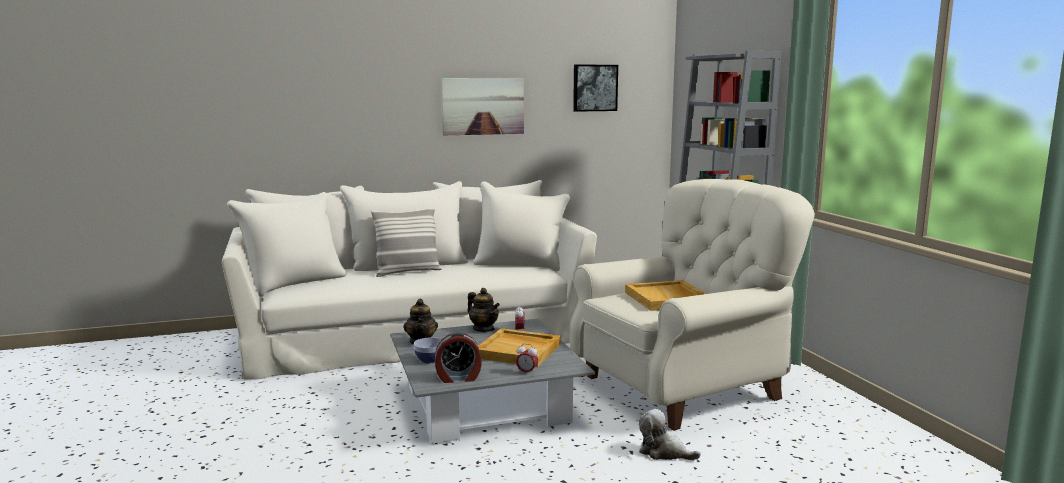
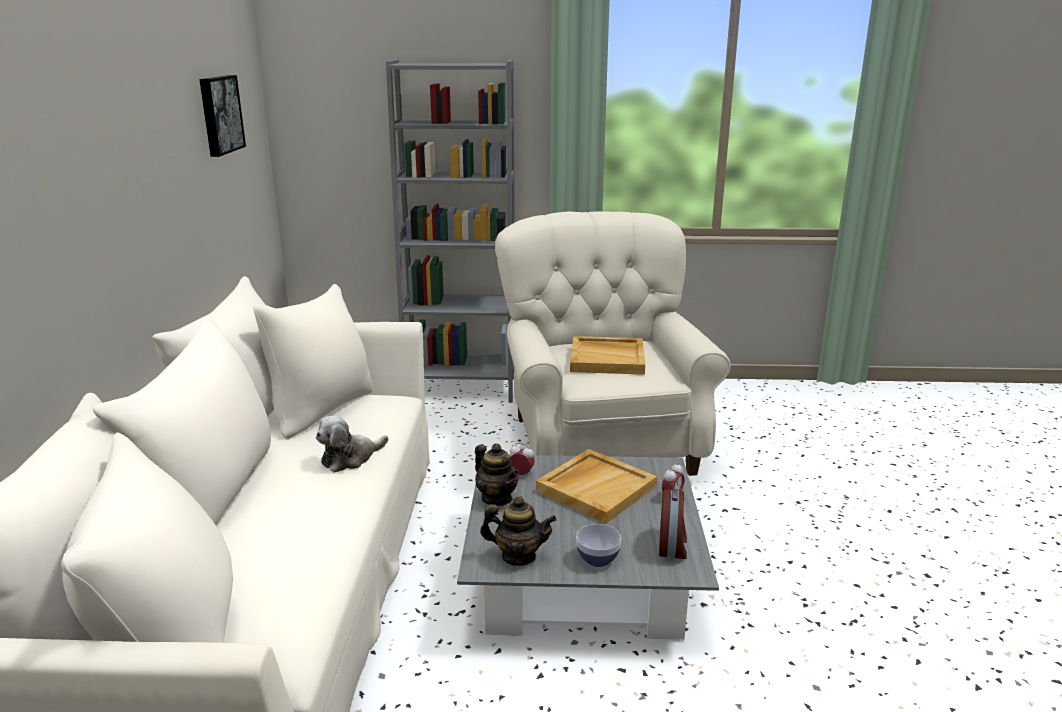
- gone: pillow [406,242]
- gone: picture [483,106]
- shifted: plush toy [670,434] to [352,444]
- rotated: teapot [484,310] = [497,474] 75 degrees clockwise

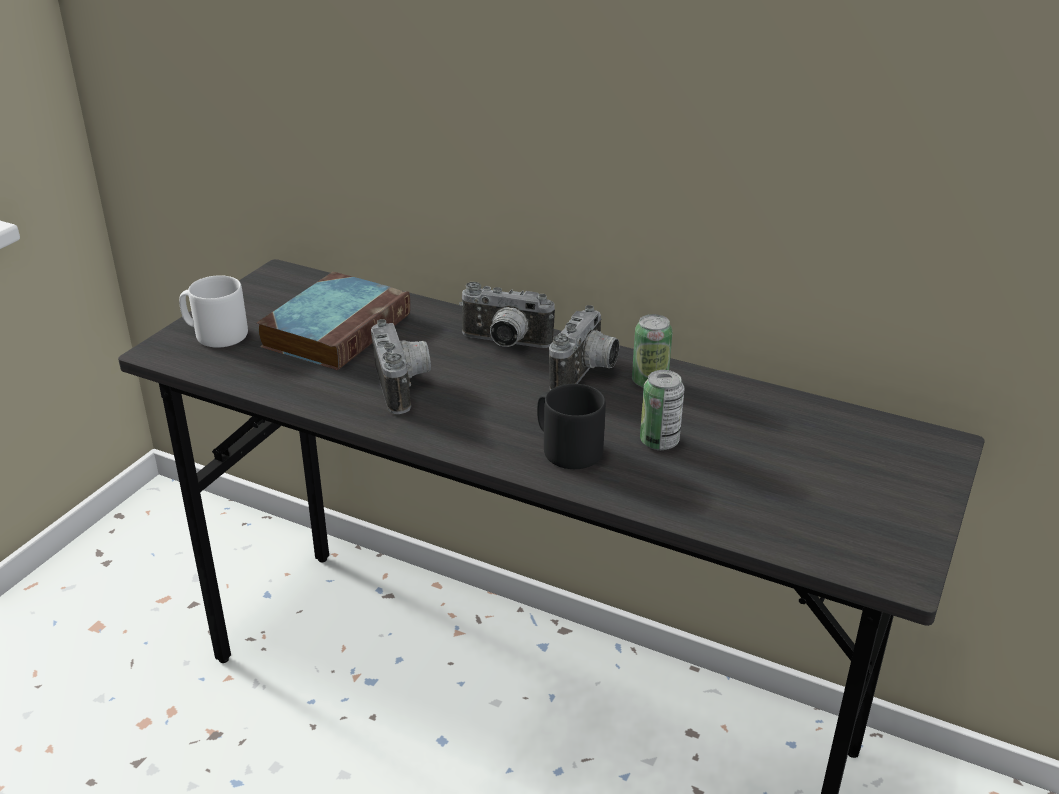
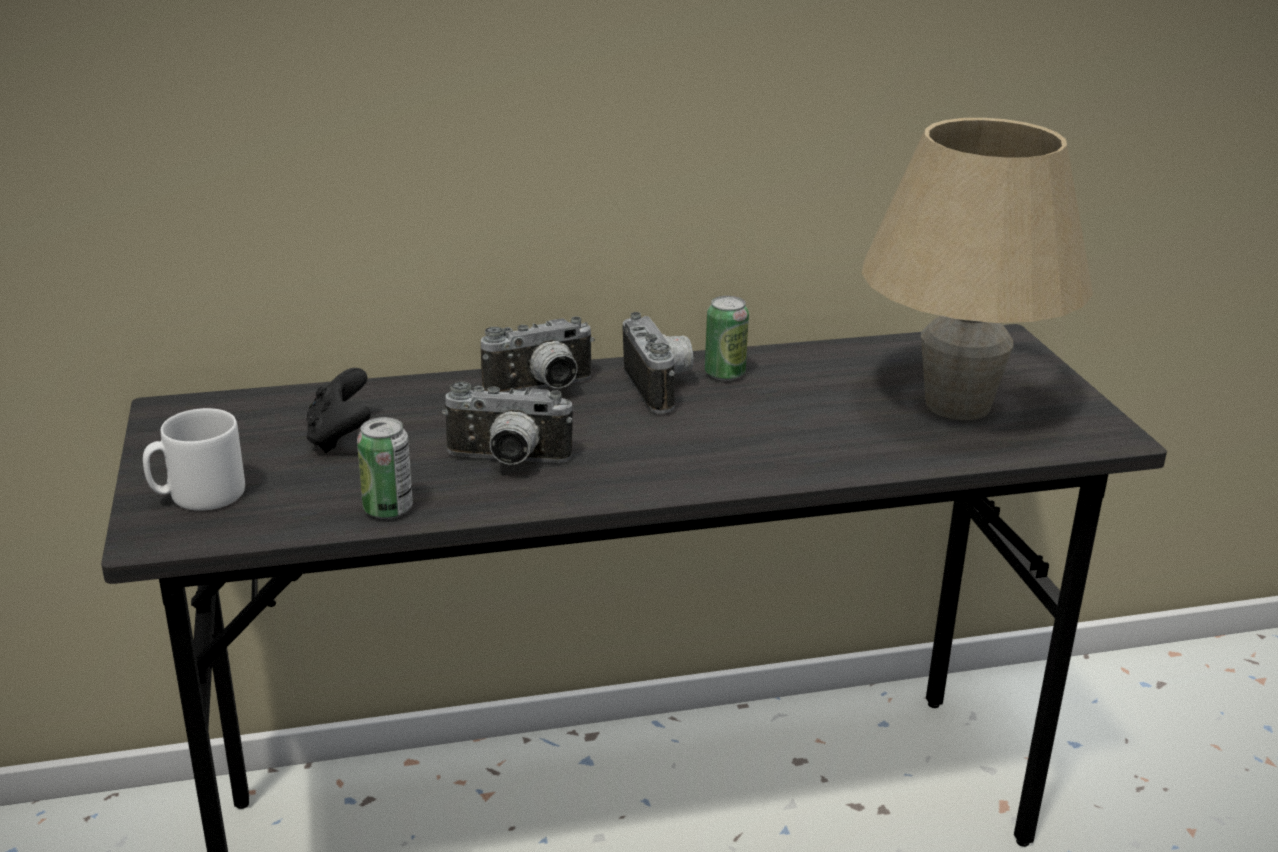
- gone: black mug [571,426]
- new: beige table lamp [977,269]
- shifted: can [662,410] to [385,468]
- swapped: book [333,321] to black game controller [338,410]
- rotated: photo camera [401,366] = [507,423] 150 degrees clockwise

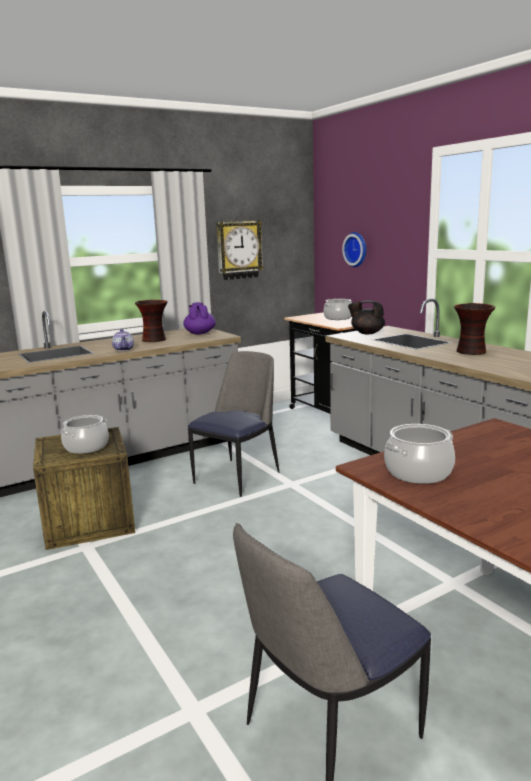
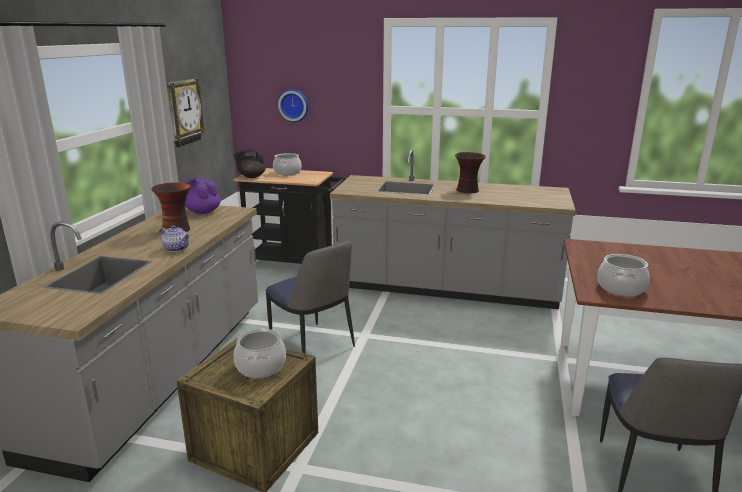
- shifted: black teapot [366,317] to [249,163]
- rotated: chair [233,424] = [310,297] 150 degrees clockwise

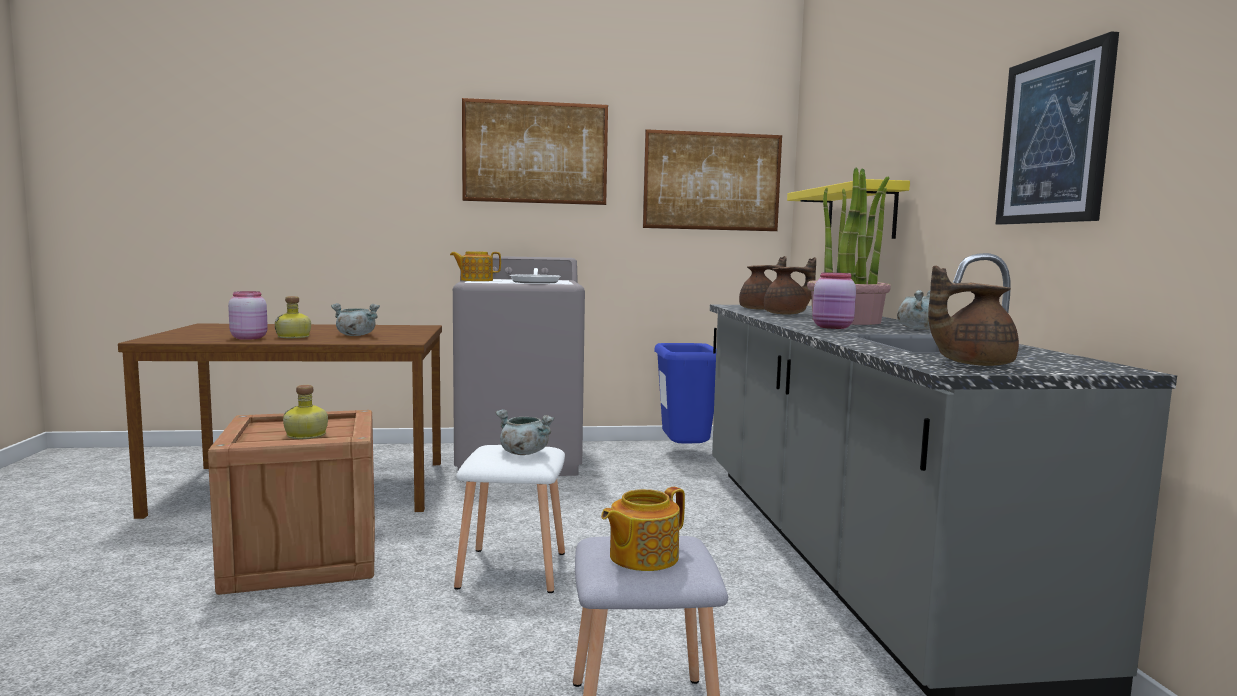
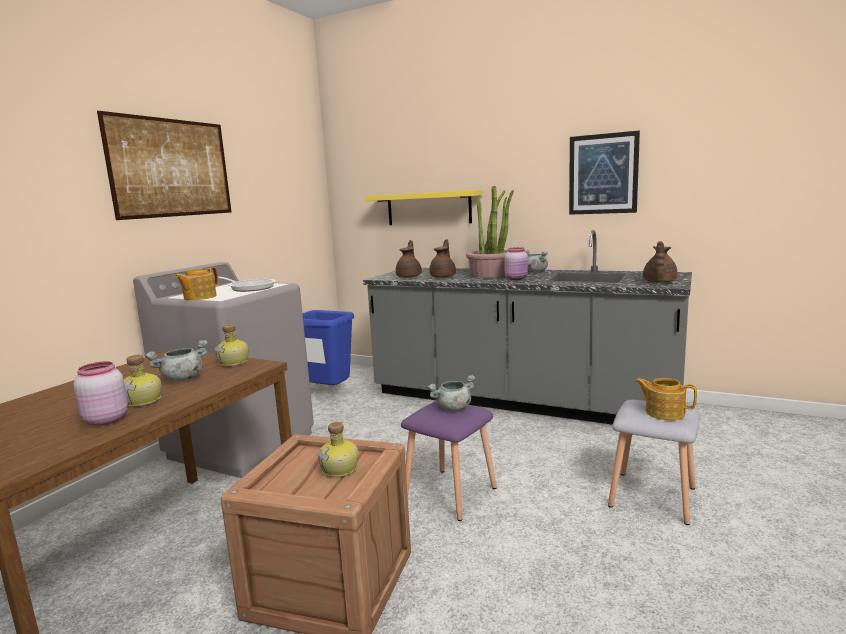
- gone: picture [712,180]
- new: bottle [231,345]
- repainted: white stool [509,519] to purple stool [449,461]
- rotated: teapot [643,529] = [666,399] 135 degrees clockwise

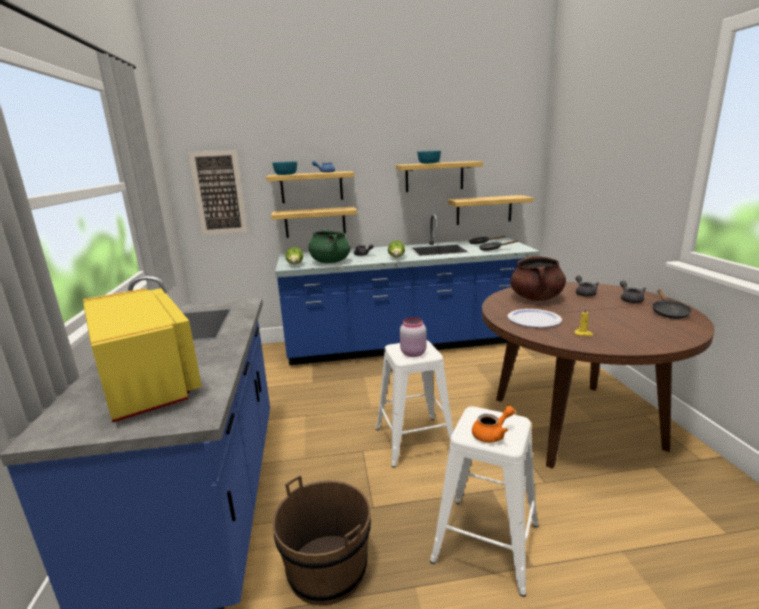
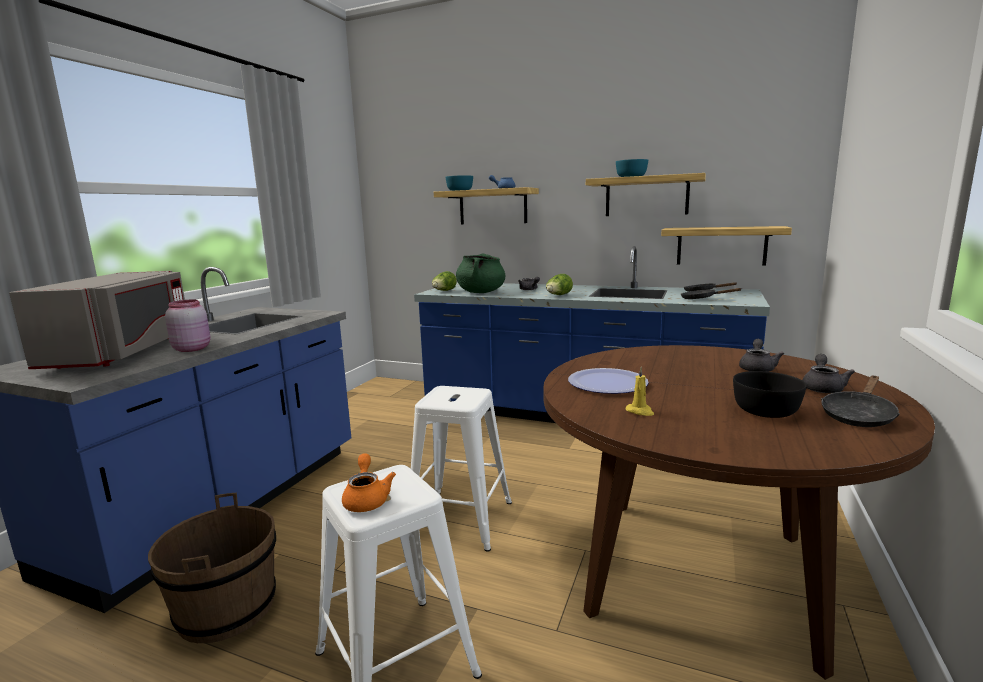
- gone: picture [217,192]
- gone: shelf [314,222]
- gone: brown cooking pot [538,278]
- new: black bowl [769,394]
- shifted: pink jar [413,337] to [187,326]
- repainted: yellow microwave [142,355] to grey microwave [97,320]
- rotated: orange teapot [493,424] = [369,482] 105 degrees counterclockwise

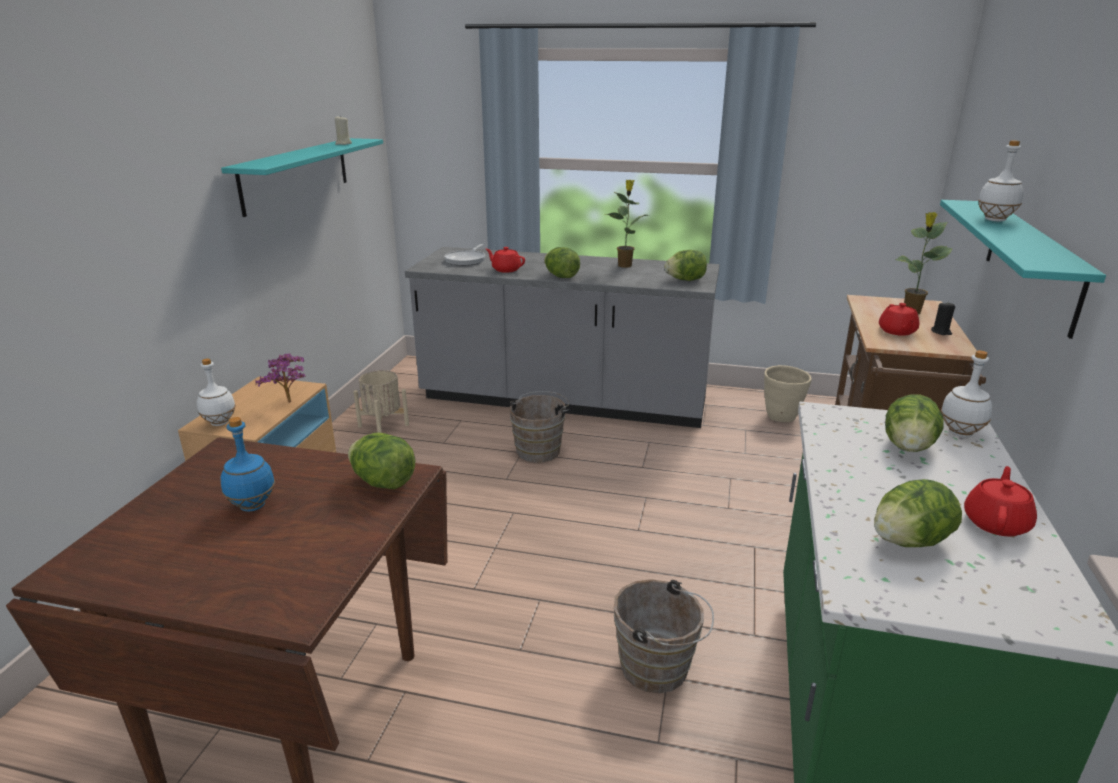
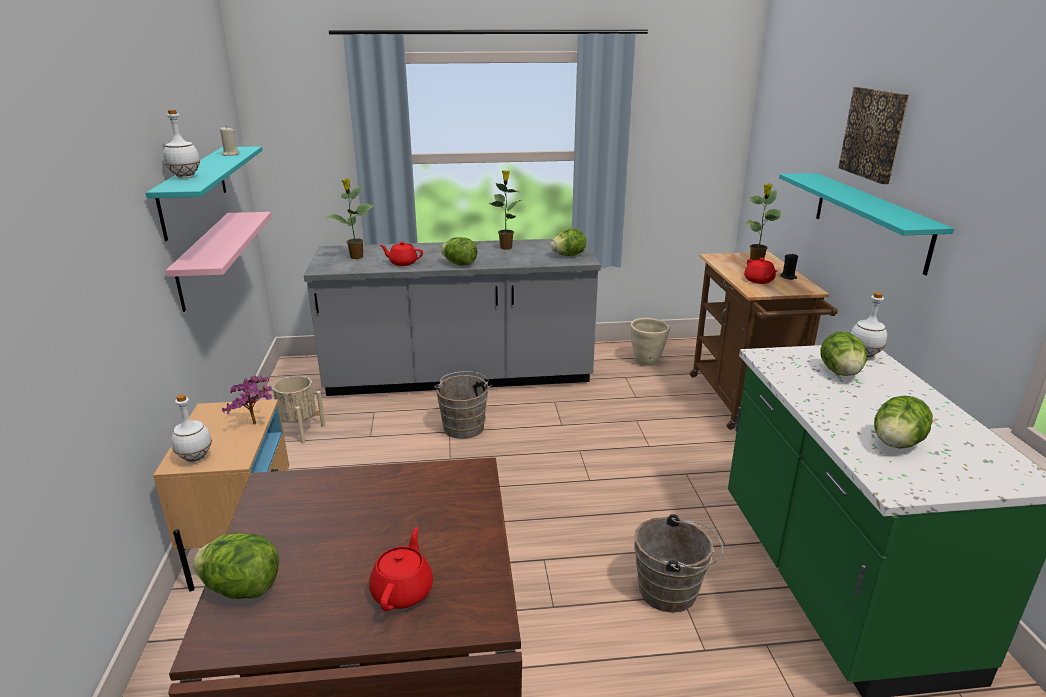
- gone: blue bottle [248,464]
- new: pink shelf [218,262]
- new: picture [873,135]
- shifted: lettuce [381,460] to [235,566]
- shifted: red teapot [1000,501] to [401,569]
- shifted: white bottle [1001,180] to [181,144]
- swapped: frying pan [464,255] to potted plant [350,219]

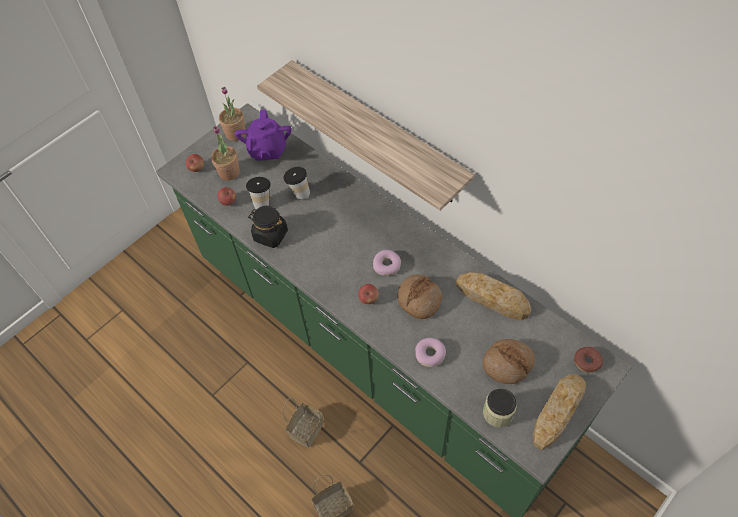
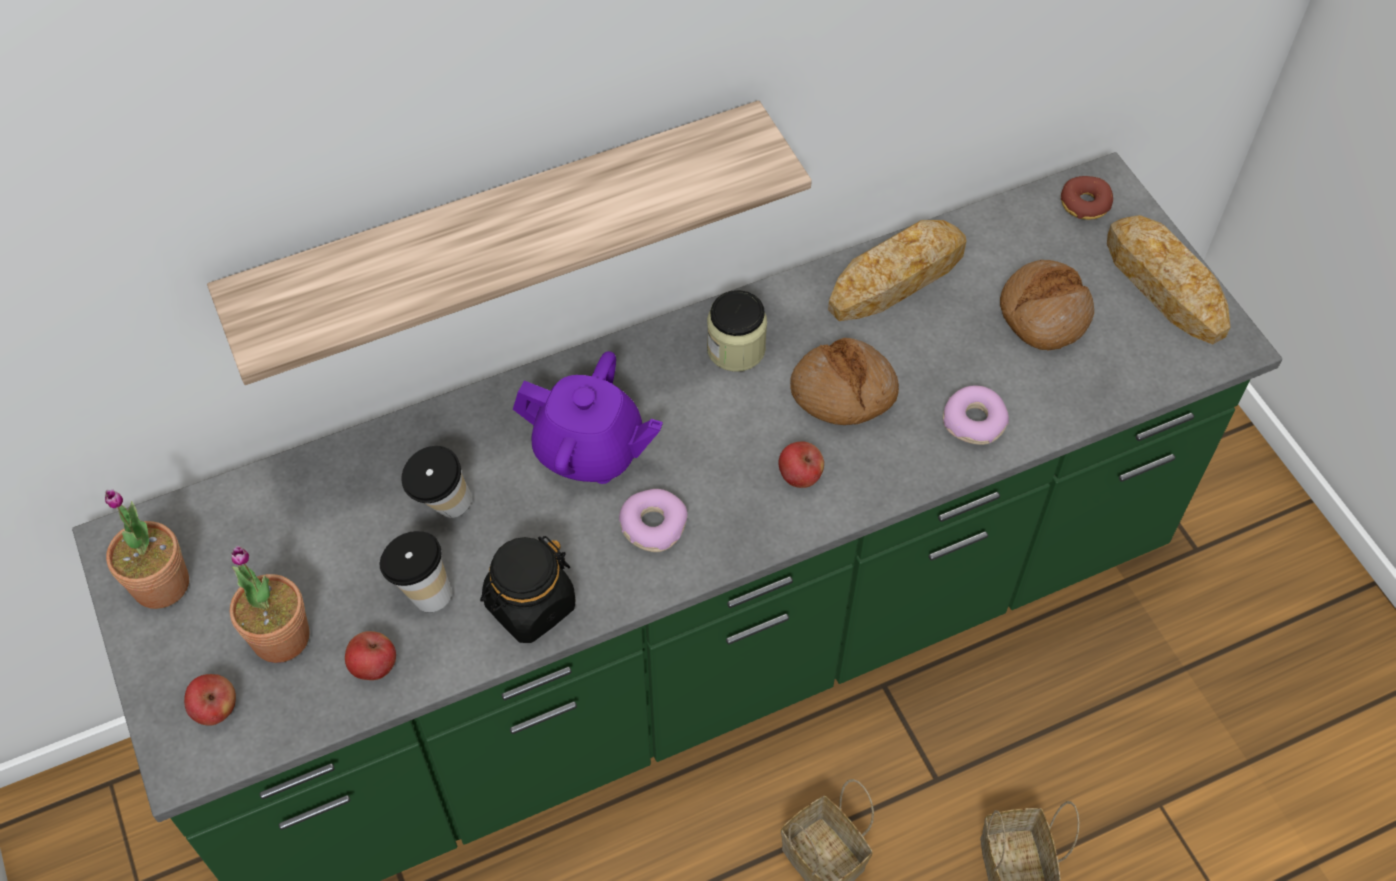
- shifted: purple teapot [263,135] to [588,417]
- shifted: donut [387,263] to [653,520]
- shifted: jar [500,408] to [737,331]

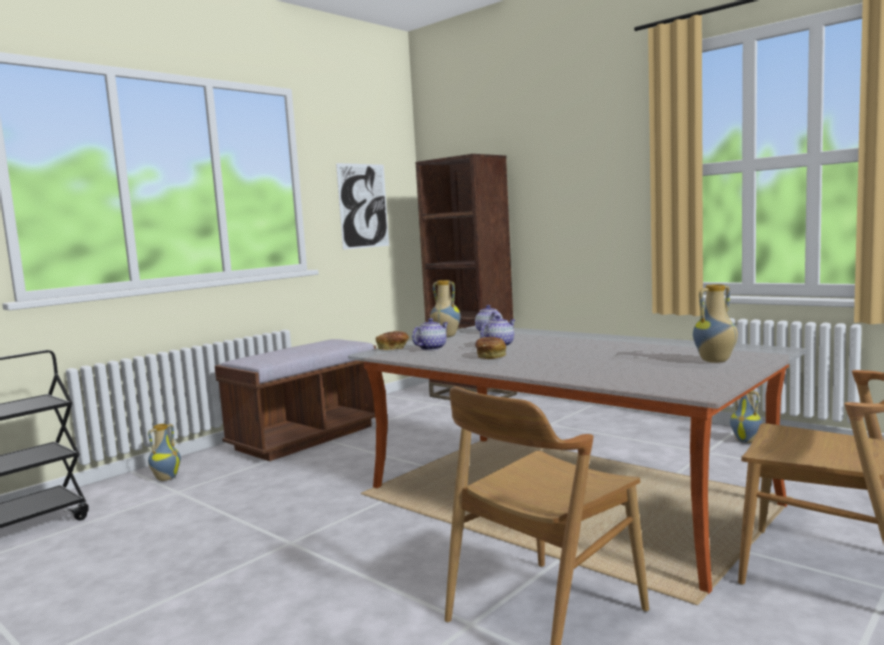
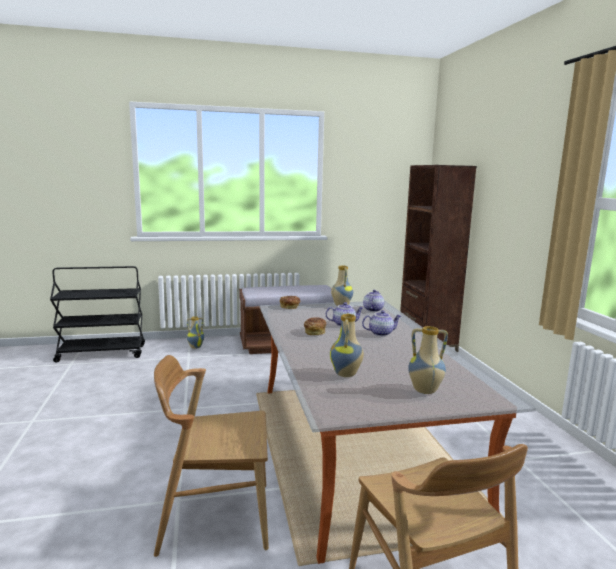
- gone: picture [362,206]
- shifted: teapot [430,334] to [381,323]
- shifted: vase [746,416] to [347,345]

